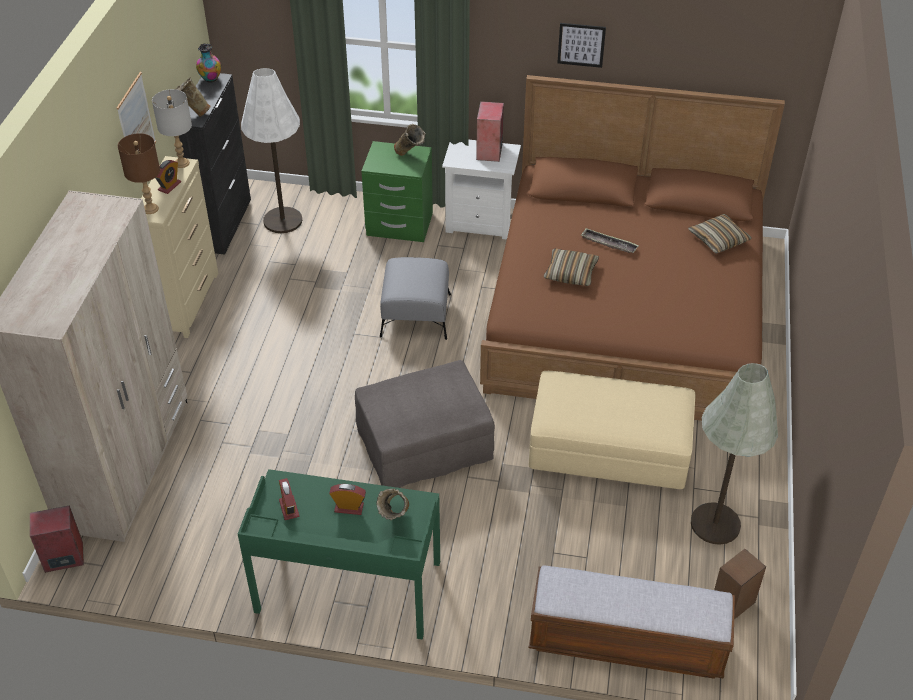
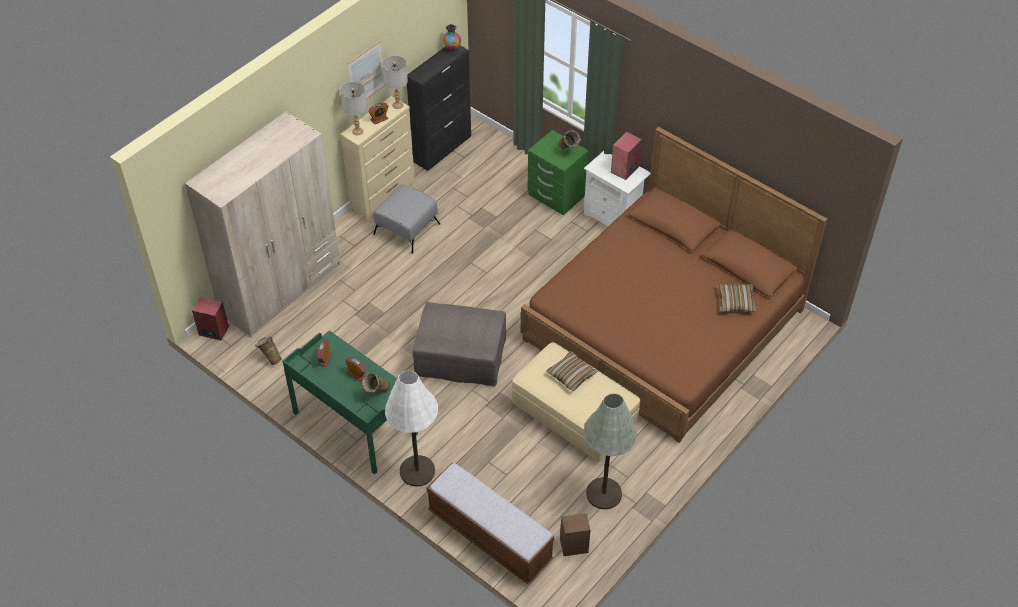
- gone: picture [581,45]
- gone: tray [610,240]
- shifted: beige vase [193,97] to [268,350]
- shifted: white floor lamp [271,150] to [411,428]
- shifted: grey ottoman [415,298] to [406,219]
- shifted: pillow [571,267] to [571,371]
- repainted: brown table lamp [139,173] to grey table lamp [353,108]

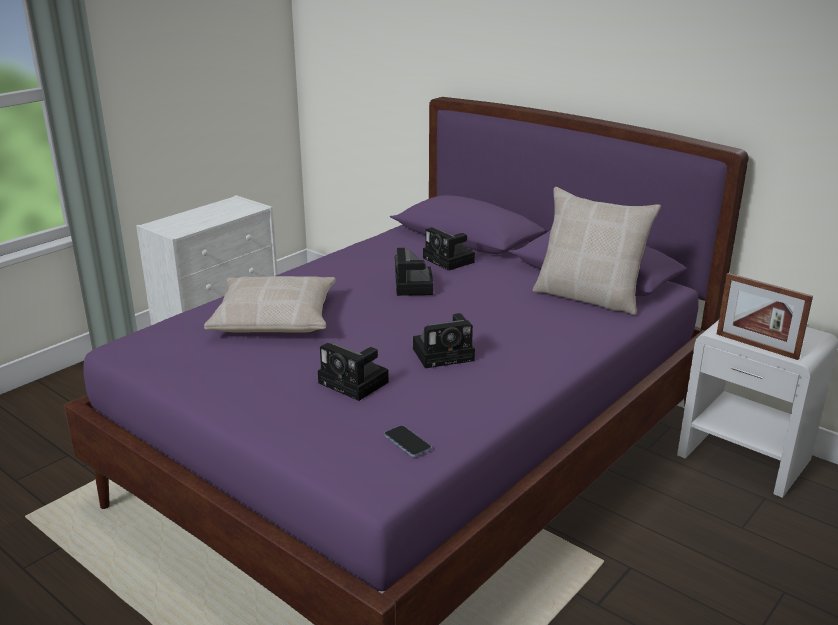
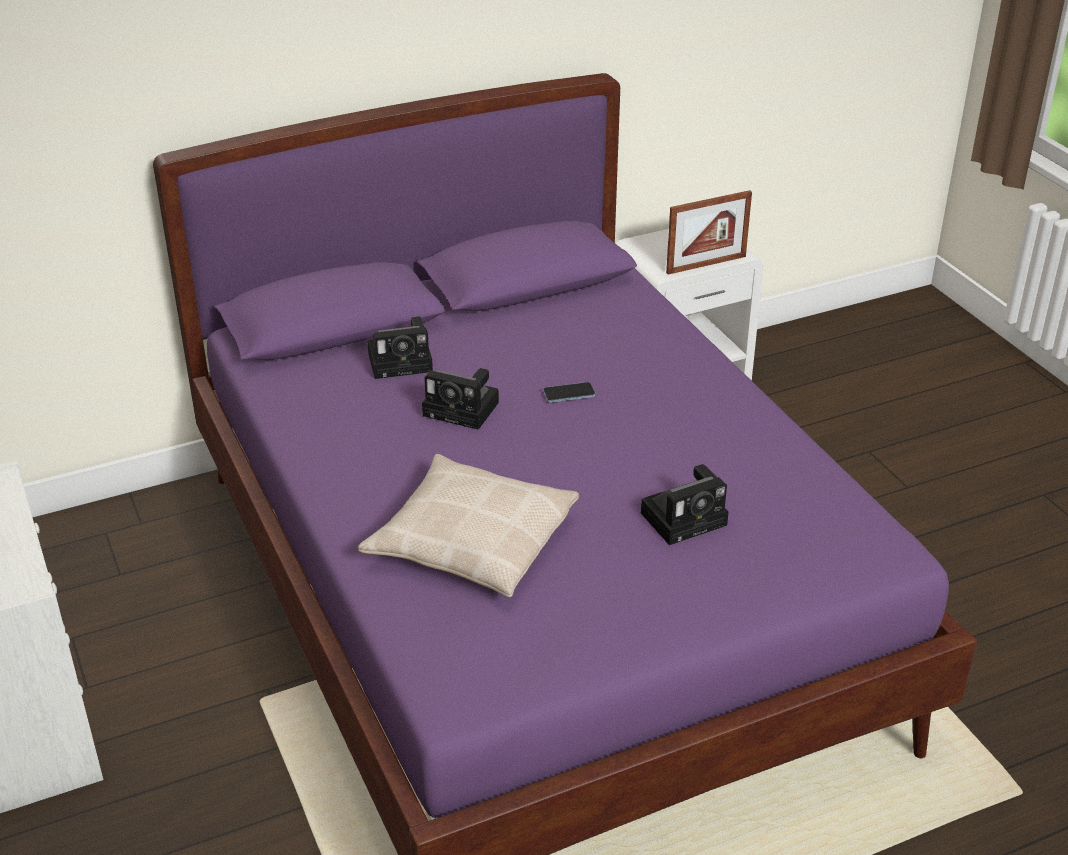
- gone: photo camera [444,340]
- gone: beige pillow [597,251]
- shifted: phone [408,441] to [569,392]

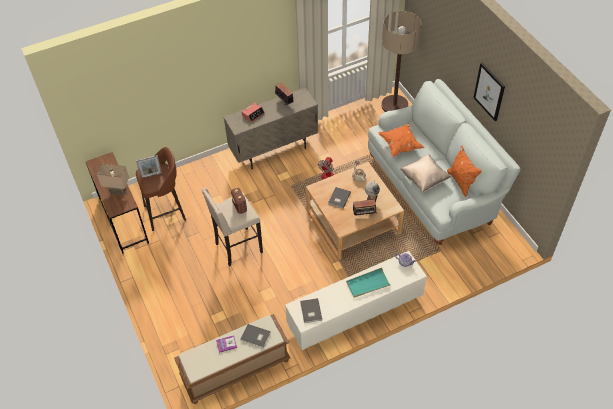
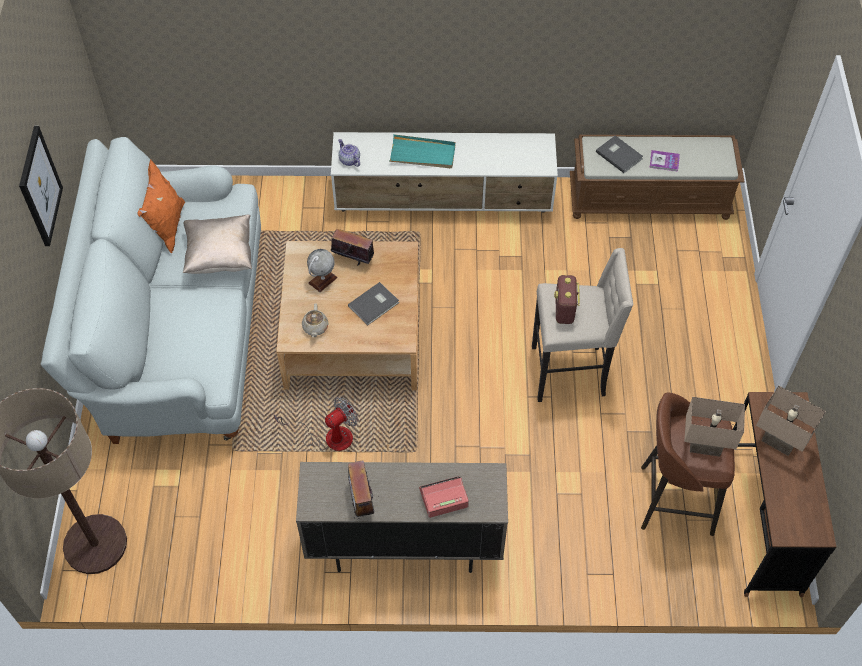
- gone: grey book [311,310]
- gone: orange pillow [401,140]
- swapped: picture frame [149,166] to beige table lamp [714,427]

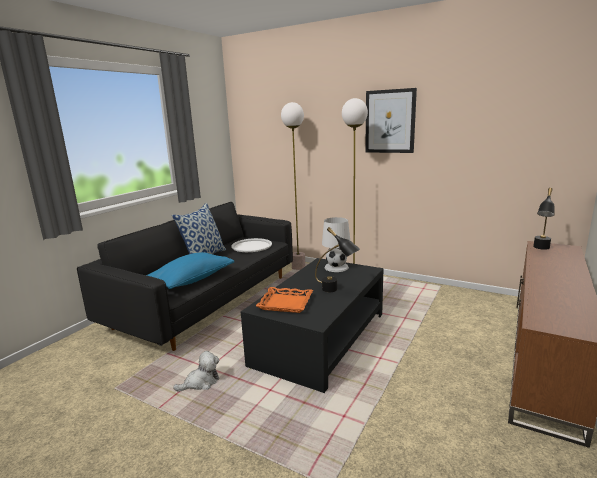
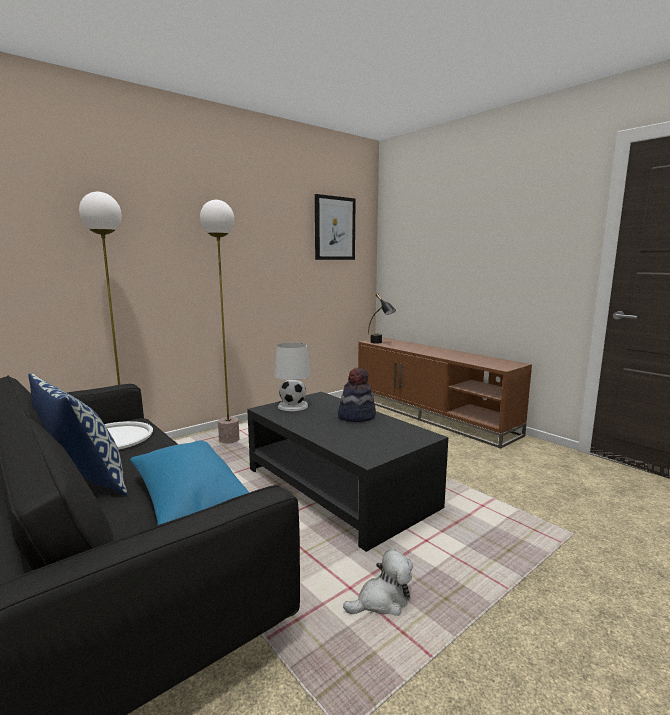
- gone: orange tray [284,300]
- shifted: picture [391,120] to [335,227]
- swapped: black table lamp [337,259] to hat [357,395]
- rotated: plush toy [196,371] = [378,582] 75 degrees clockwise

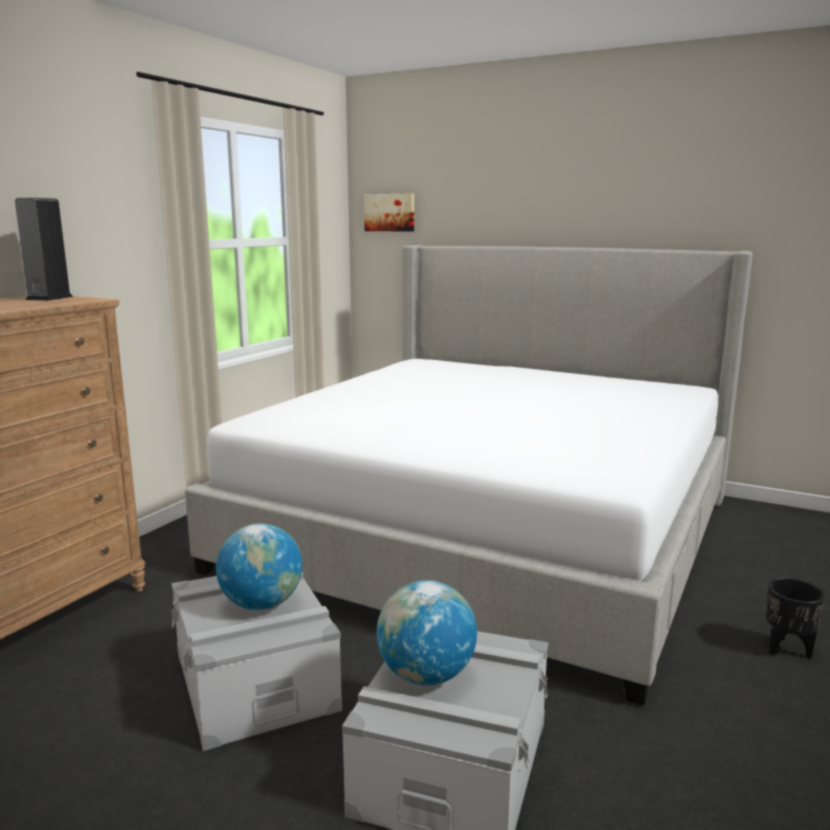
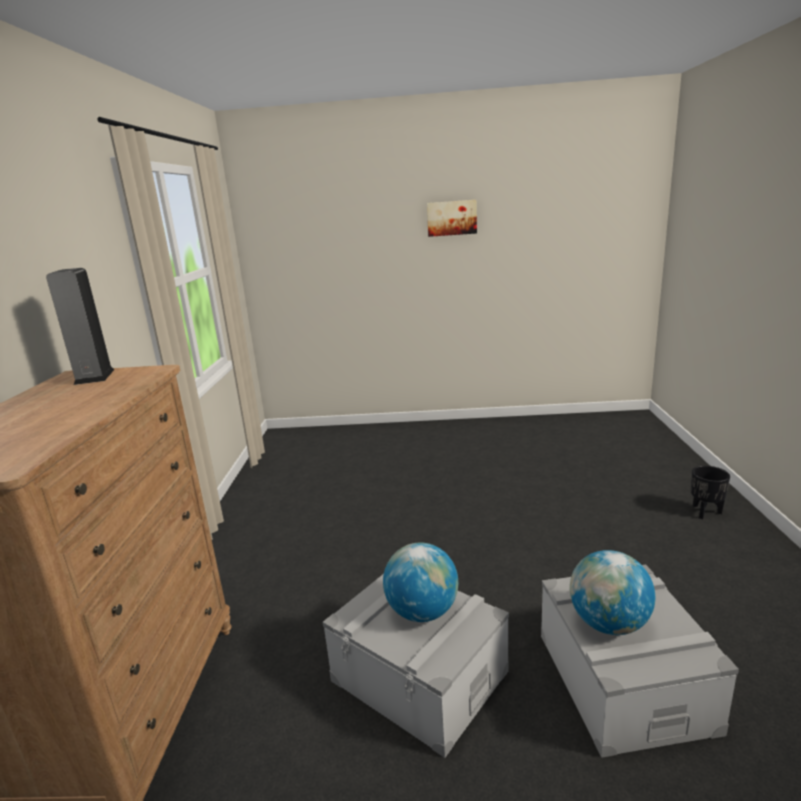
- gone: bed [469,475]
- shifted: picture [389,212] to [452,218]

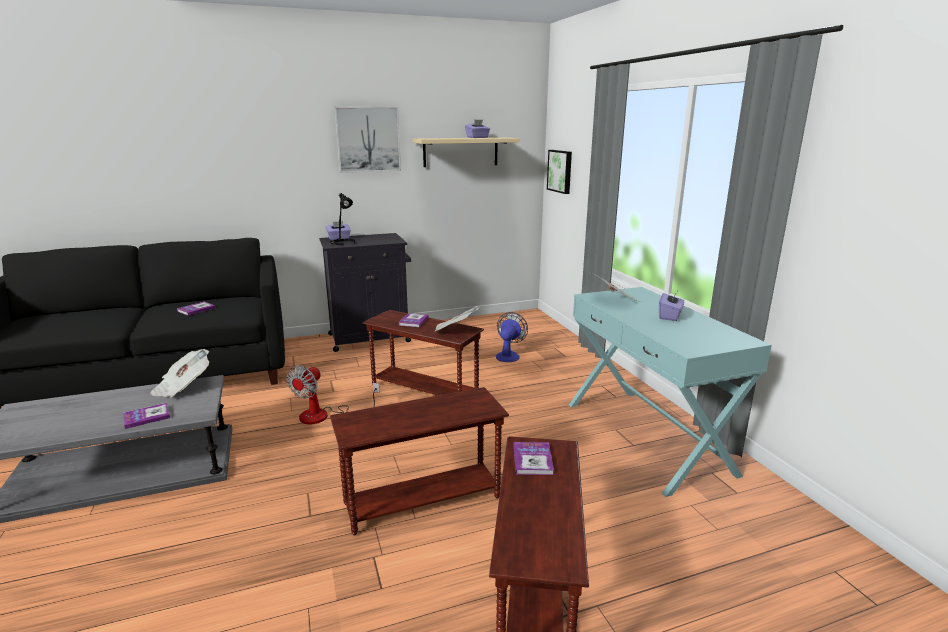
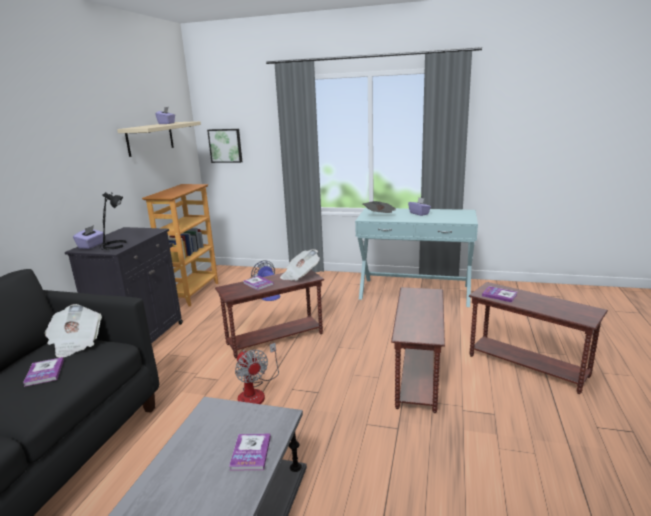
- gone: picture [368,140]
- new: bookcase [180,245]
- shifted: newspaper [180,373] to [73,331]

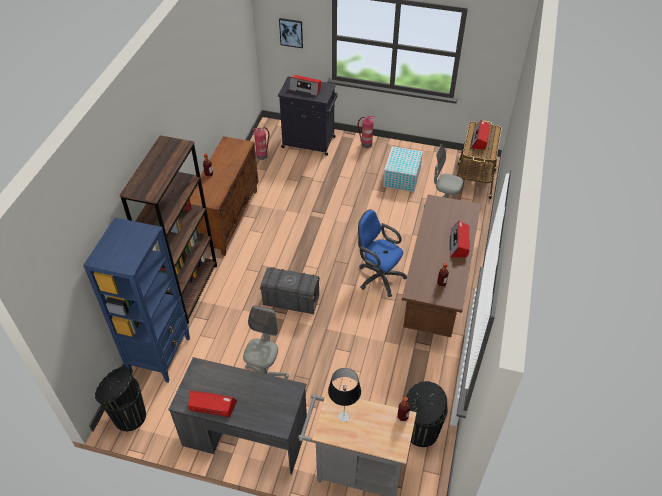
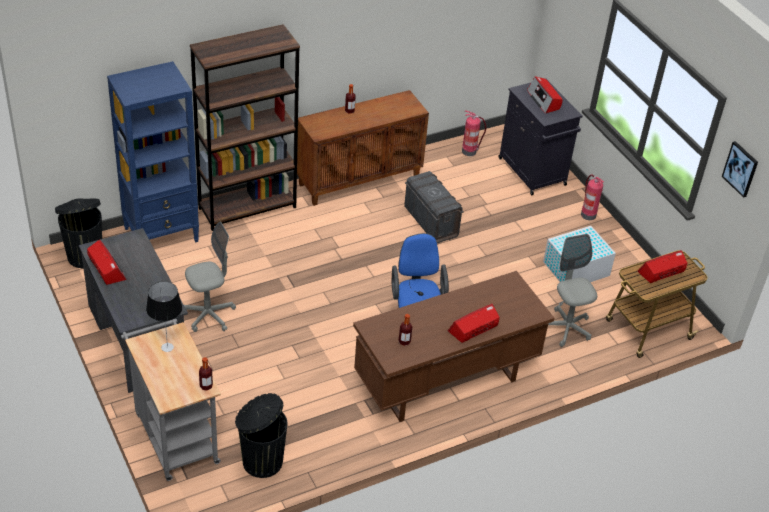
- shifted: grey storage box [290,290] to [434,207]
- shifted: picture [291,33] to [740,169]

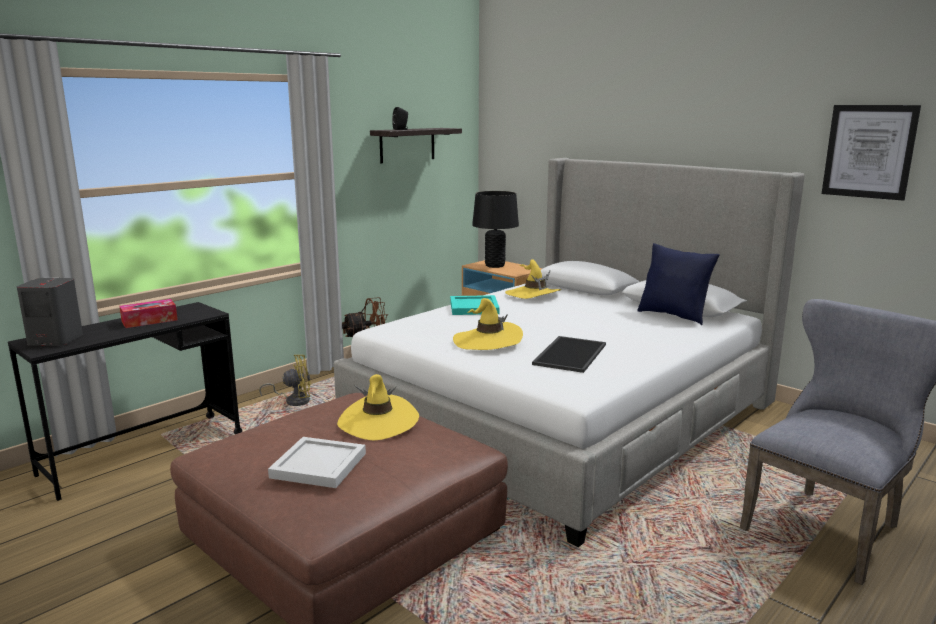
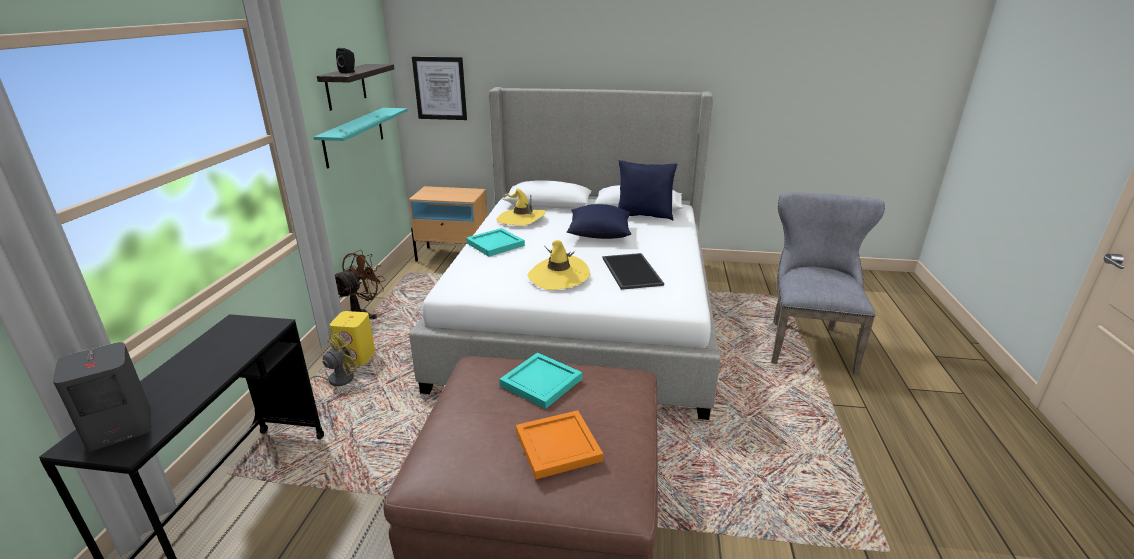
- gone: tissue box [148,313]
- gone: black table lamp [495,229]
- new: turquoise shelf [361,138]
- new: yellow speaker [352,338]
- new: blue pillow [599,221]
- shifted: picture [871,153] to [439,88]
- swapped: yellow hat [378,407] to turquoise tray [540,381]
- repainted: white tray [317,462] to orange tray [559,444]

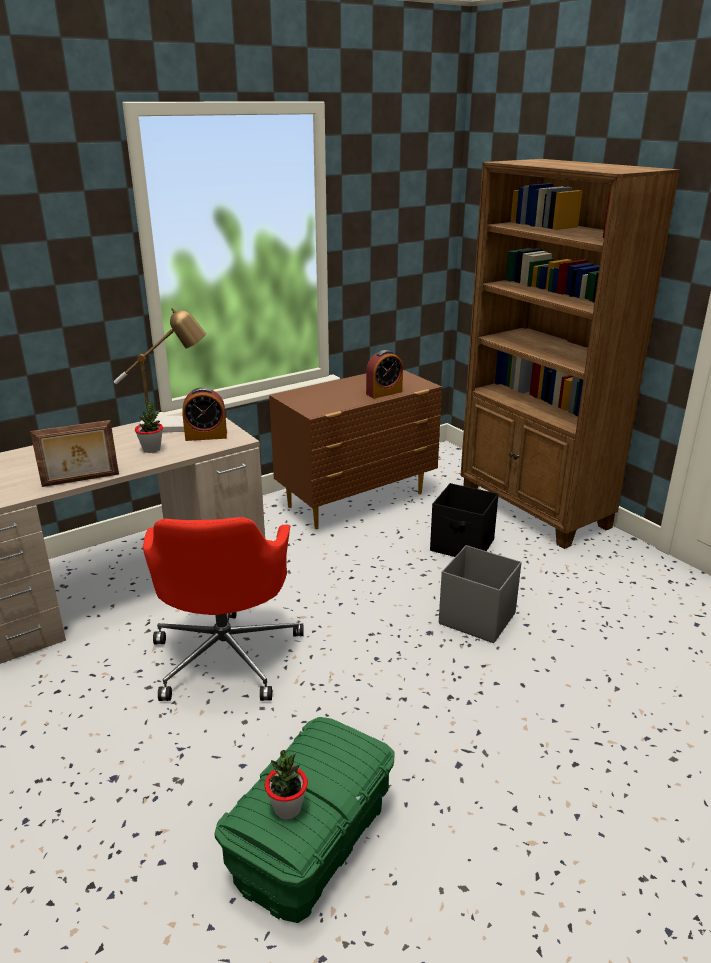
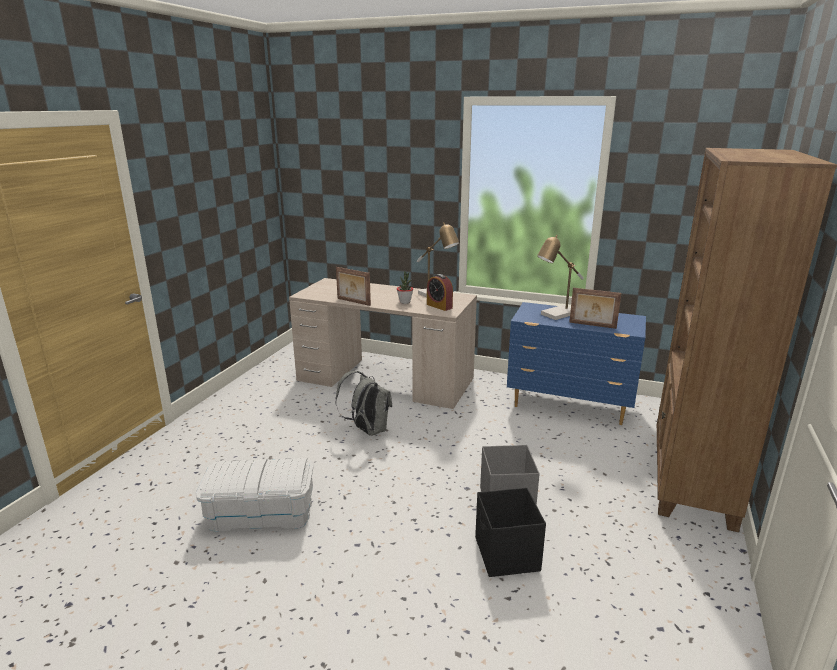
- gone: potted plant [286,784]
- new: table lamp [560,277]
- shifted: black storage box [464,520] to [510,532]
- swapped: red office chair [223,609] to grey backpack [363,403]
- swapped: alarm clock [384,374] to picture frame [595,308]
- repainted: green storage box [304,820] to white storage box [255,495]
- repainted: brown dresser [355,449] to blue dresser [576,363]

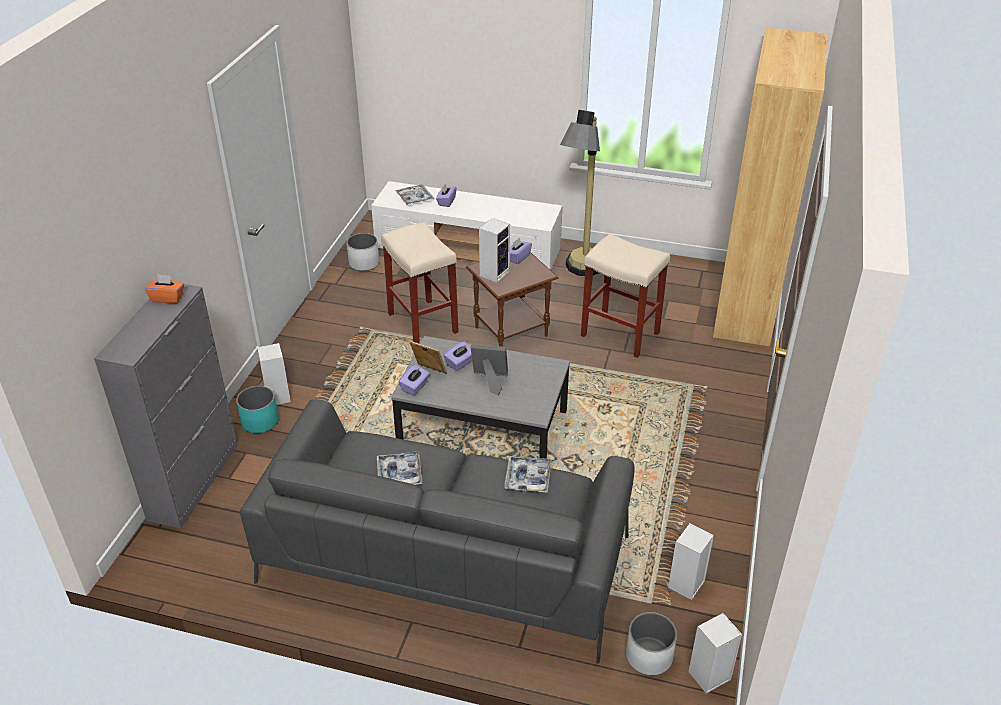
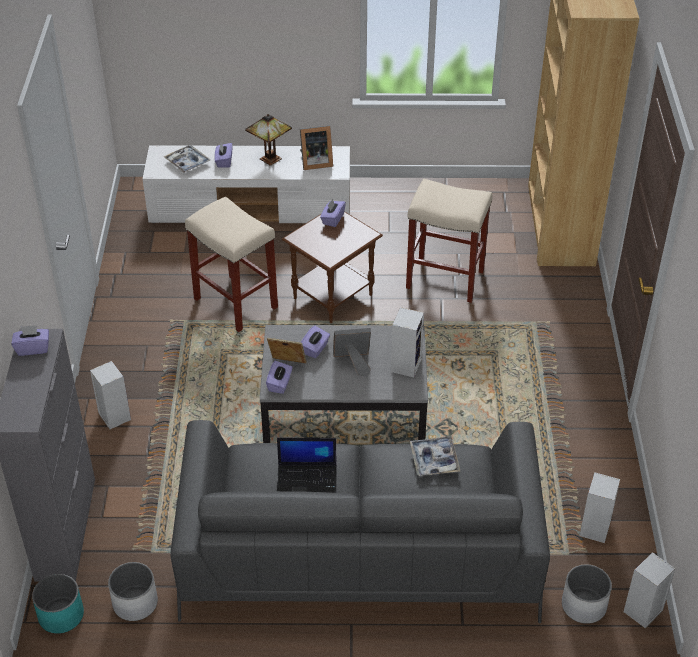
- gone: floor lamp [580,193]
- new: table lamp [268,140]
- new: picture frame [316,147]
- shifted: turquoise planter [257,409] to [58,604]
- shifted: white planter [363,252] to [133,591]
- shifted: speaker [494,250] to [407,342]
- swapped: tray [399,468] to laptop [307,465]
- repainted: orange tissue box [164,288] to purple tissue box [30,340]

